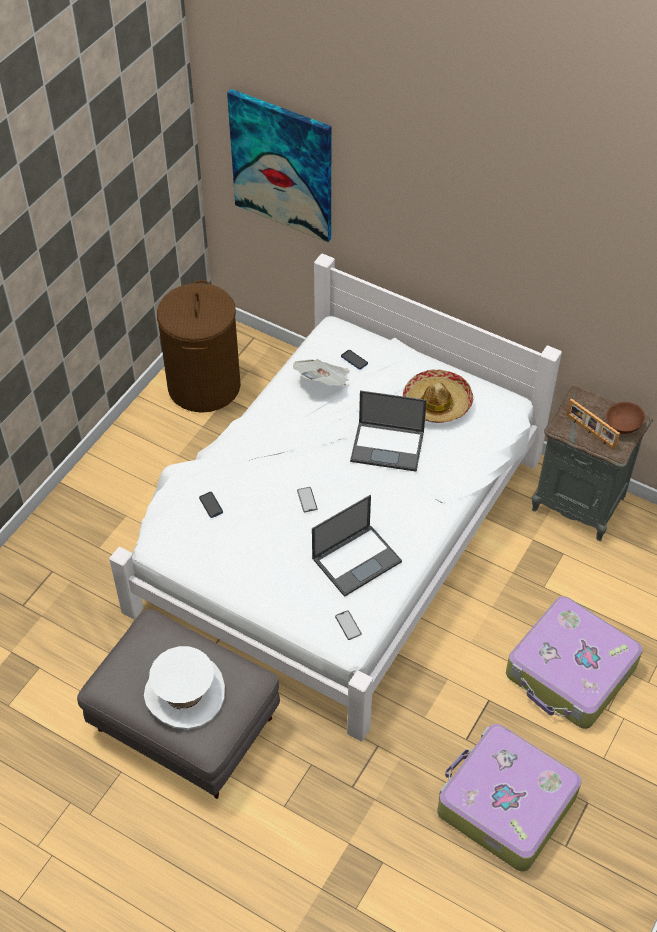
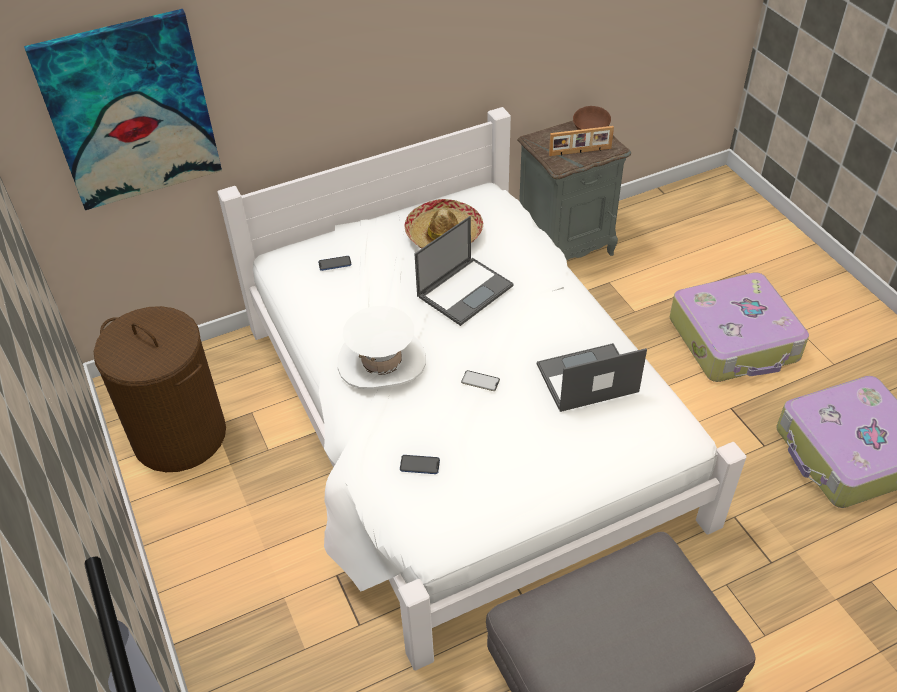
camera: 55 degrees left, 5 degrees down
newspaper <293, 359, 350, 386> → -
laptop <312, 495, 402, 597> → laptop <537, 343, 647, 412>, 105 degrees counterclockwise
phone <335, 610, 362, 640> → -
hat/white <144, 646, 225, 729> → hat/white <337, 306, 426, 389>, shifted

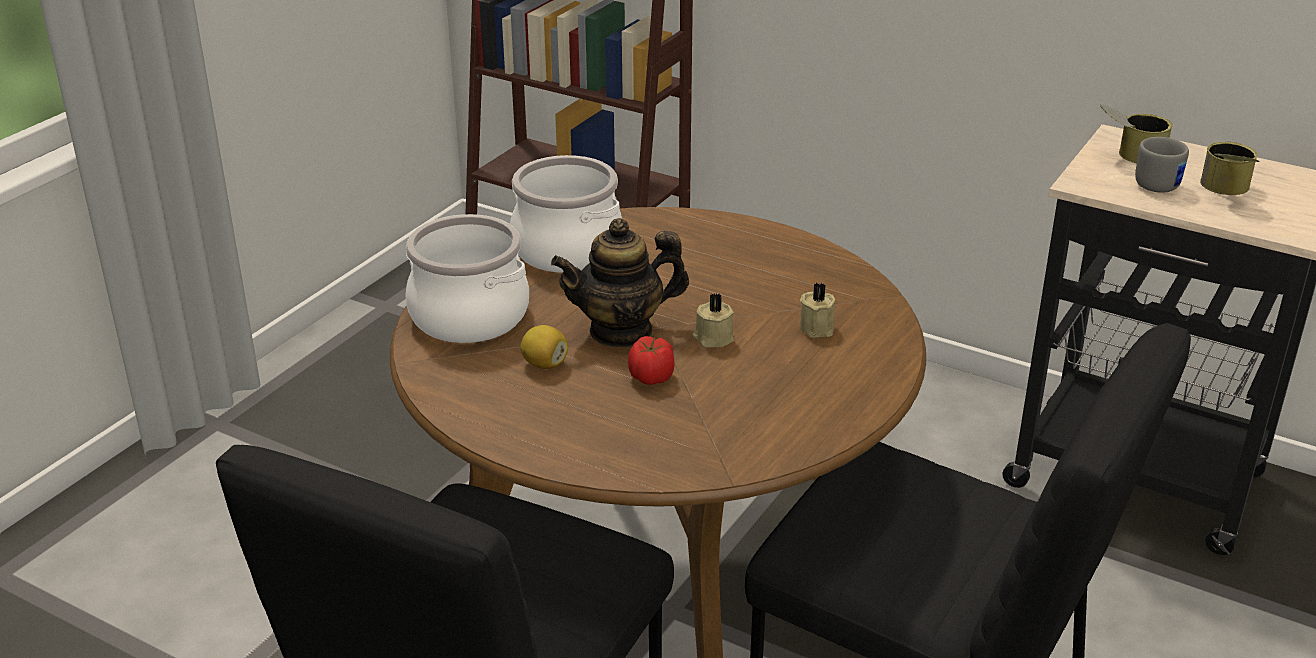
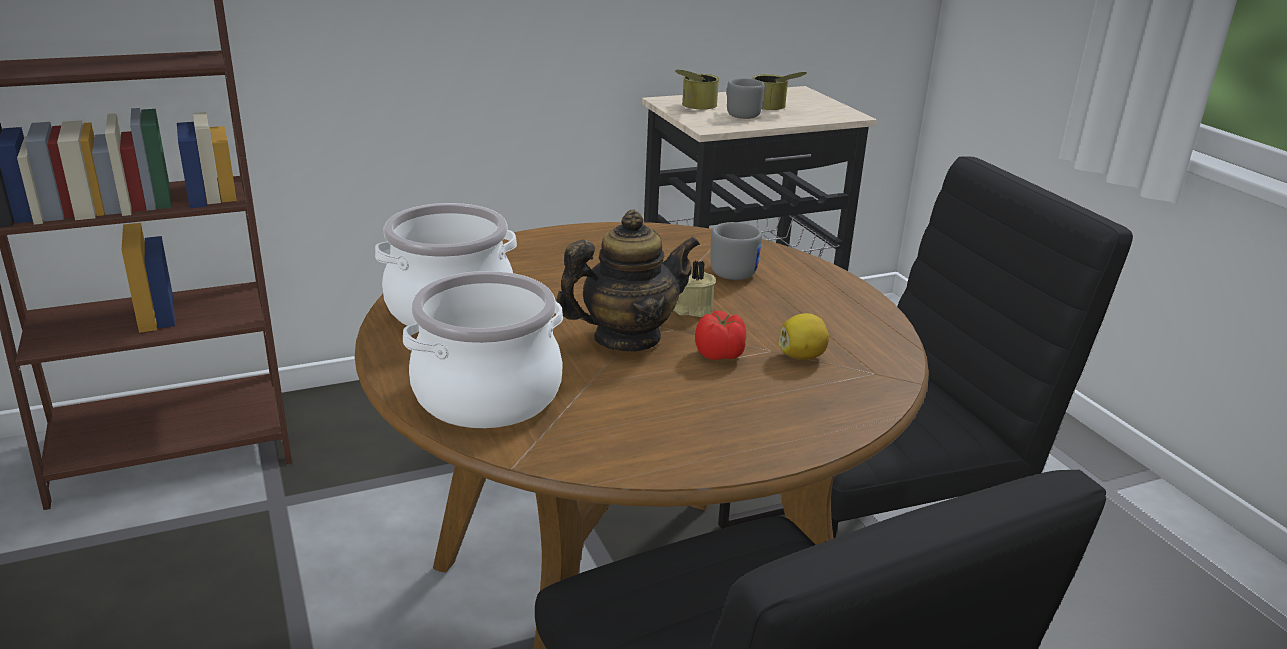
camera: 55 degrees left, 5 degrees down
teapot <551, 218, 689, 348> → teapot <556, 209, 700, 352>, 135 degrees counterclockwise
candle/beige <800, 283, 835, 338> → mug/grey <711, 222, 762, 280>
lemon <520, 325, 568, 369> → lemon <778, 313, 829, 360>, shifted

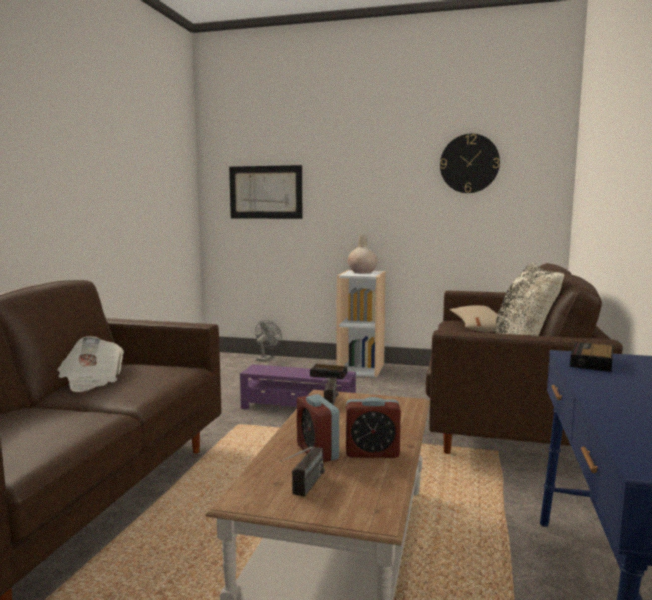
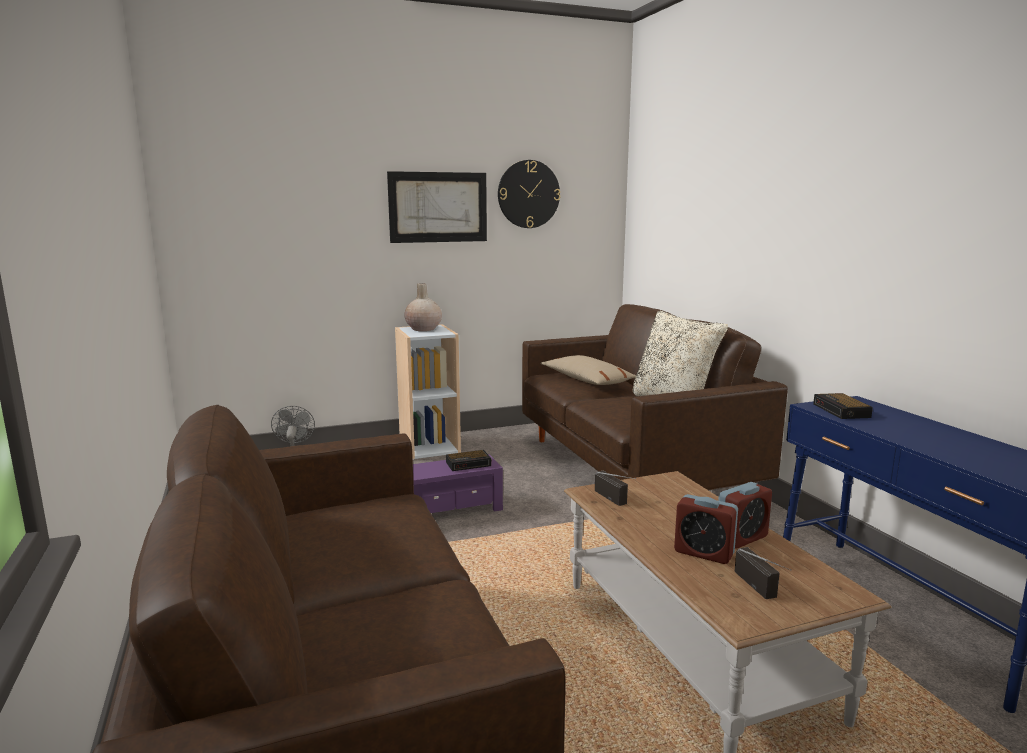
camera: 35 degrees left, 5 degrees up
picture <229, 165, 302, 219> → picture <387, 171, 487, 243>, shifted
newspaper <57, 336, 124, 392> → -

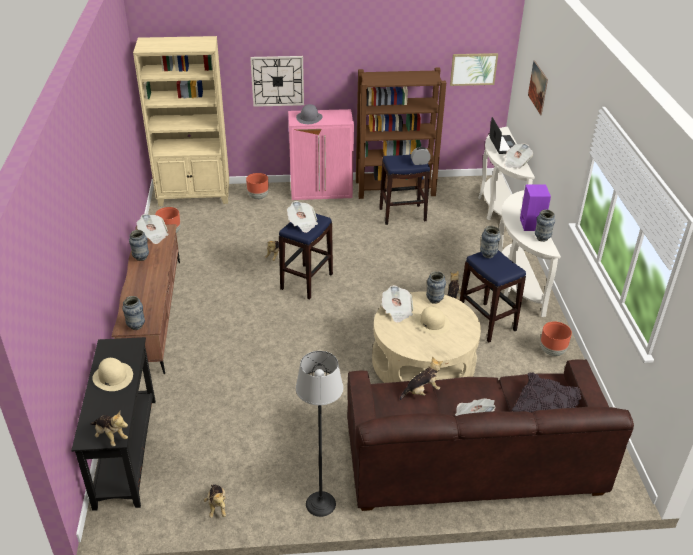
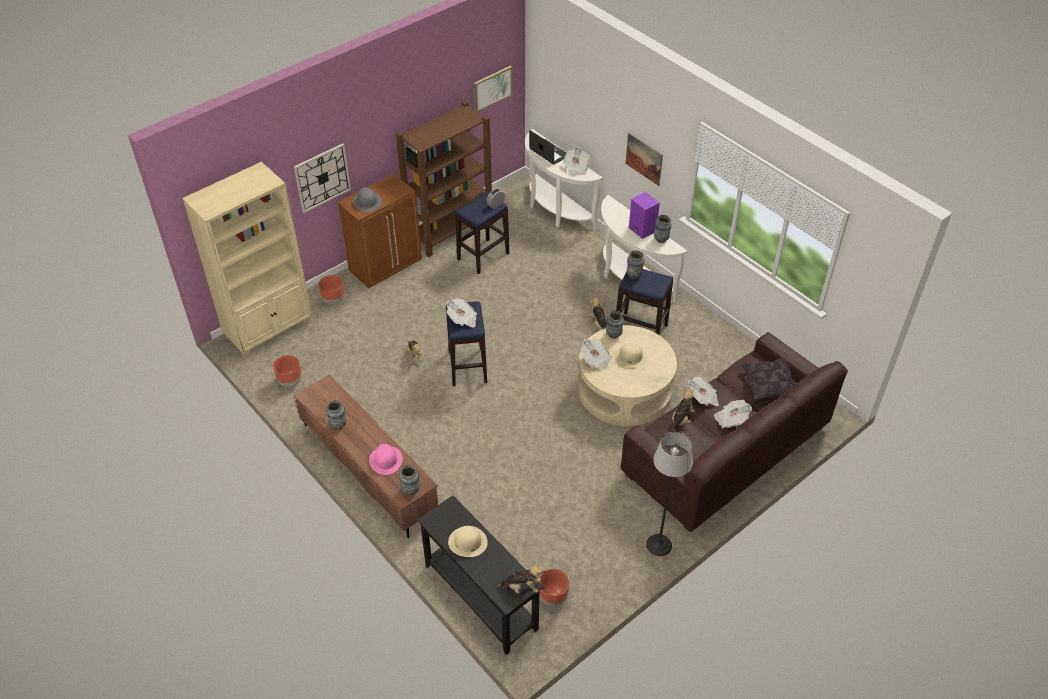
camera: 35 degrees left, 10 degrees up
picture <528, 60, 548, 115> → picture <626, 133, 663, 186>, shifted
cabinet/pink <288, 109, 354, 200> → cabinet/brown <338, 174, 422, 288>
newspaper <136, 214, 169, 244> → newspaper <688, 377, 719, 406>, shifted
planter/brown <541, 322, 572, 356> → planter/brown <539, 569, 569, 607>, shifted
plush toy <204, 485, 226, 518> → -
- → hat/pink <369, 444, 403, 475>

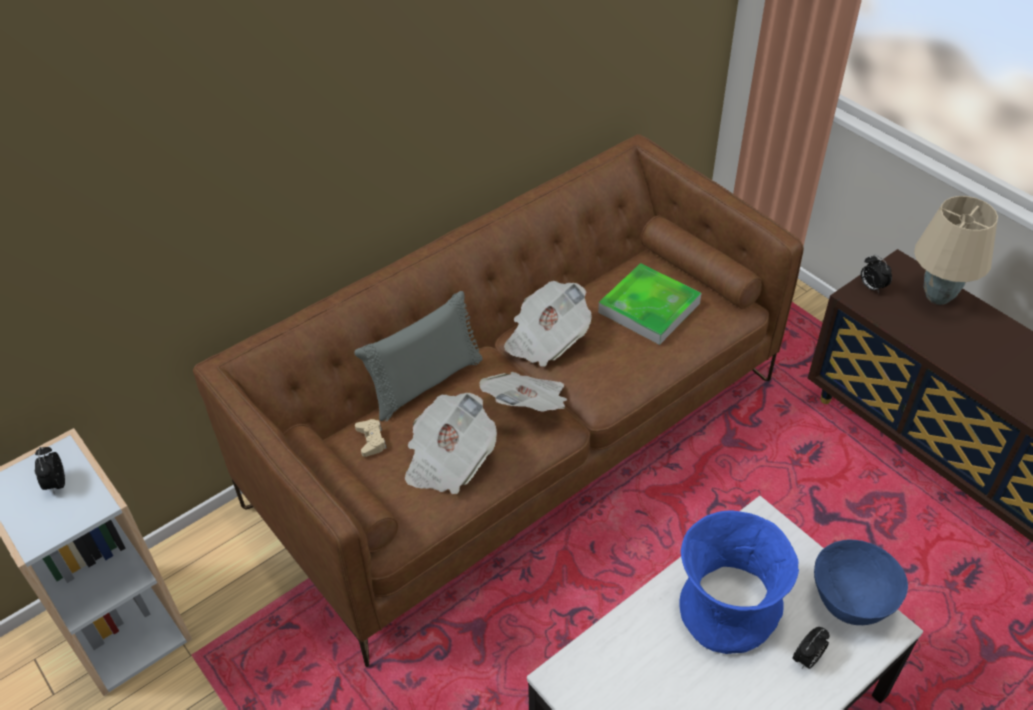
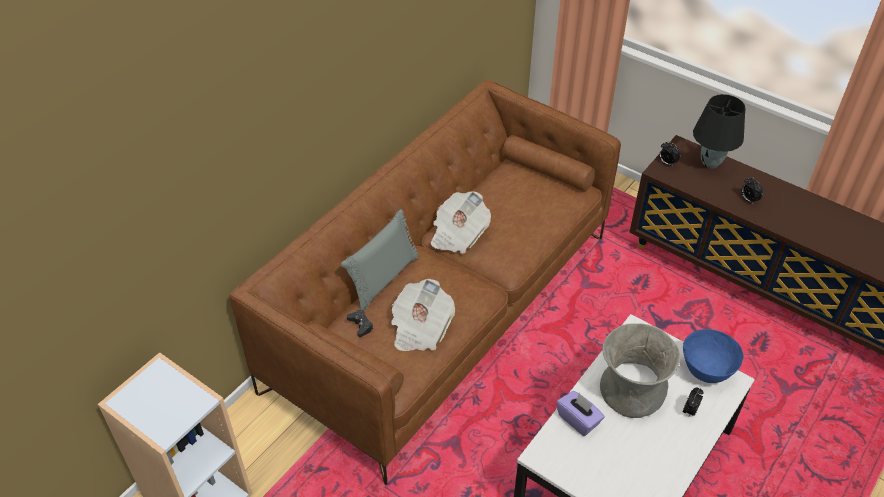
camera: 15 degrees left, 0 degrees up
table lamp/beige <914, 196, 998, 305> → table lamp/black <693, 94, 745, 168>
tray <598, 263, 702, 345> → -
newspaper <479, 372, 567, 412> → -
game controller/beige <355, 419, 387, 457> → game controller/black <347, 310, 374, 337>
alarm clock <35, 447, 65, 495> → alarm clock <741, 177, 763, 203>, shifted
vase/blue <679, 510, 799, 654> → vase/grey <600, 323, 680, 418>
- → tissue box/purple <556, 391, 605, 436>

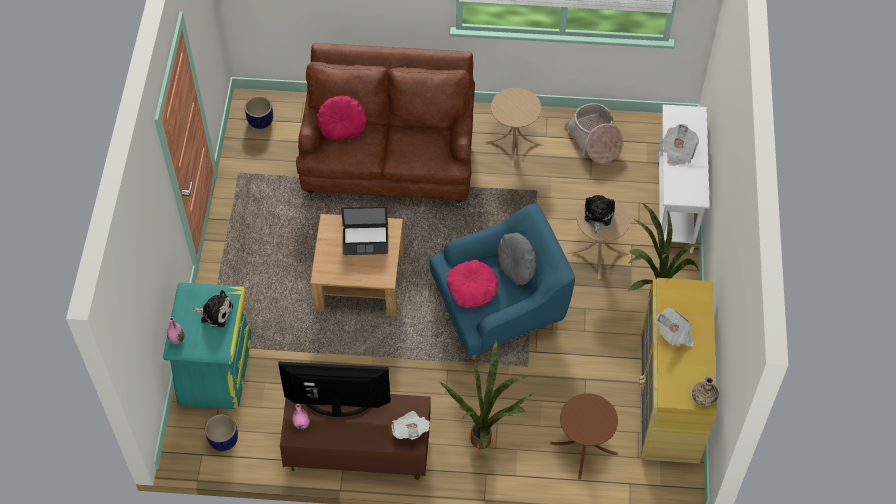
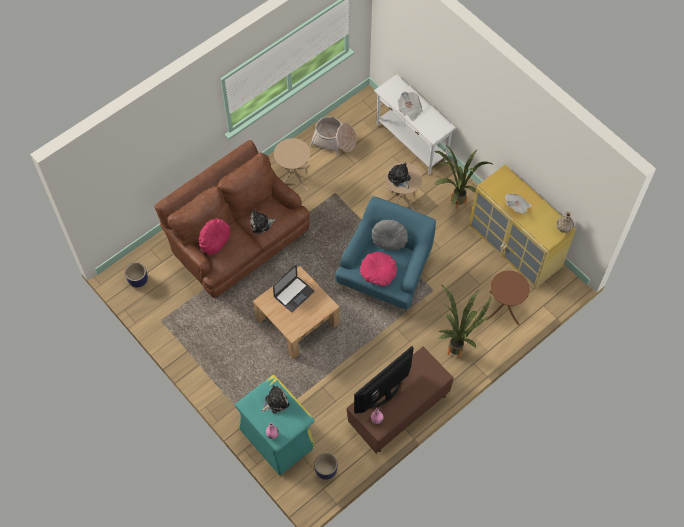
camera: 45 degrees left, 5 degrees up
newspaper <392, 411, 430, 440> → -
- → plush toy <250, 209, 276, 234>

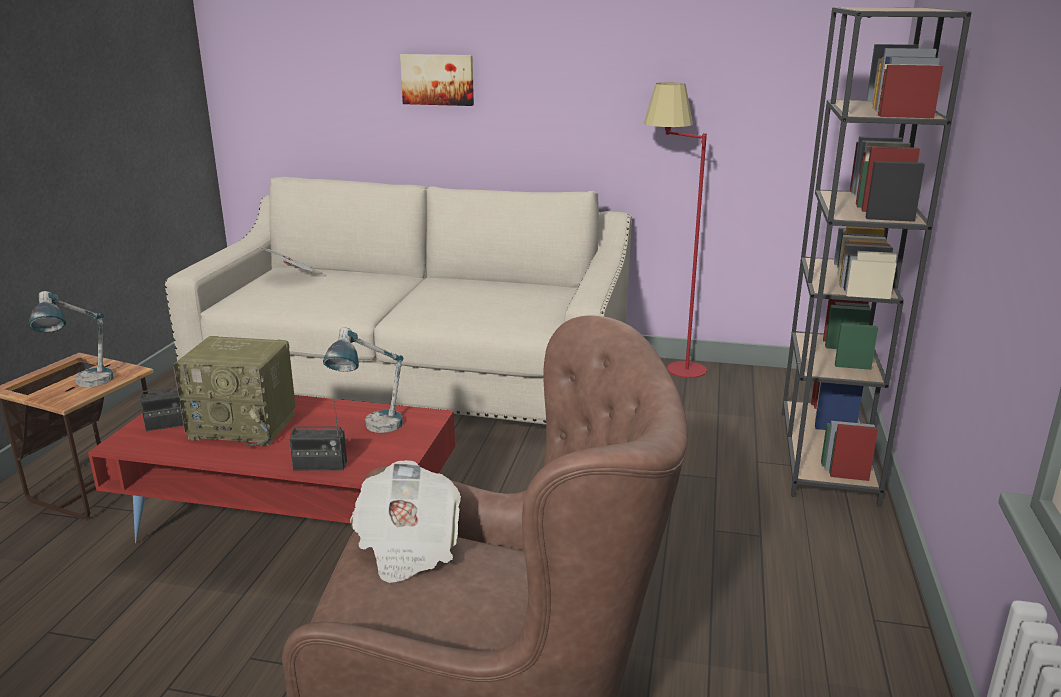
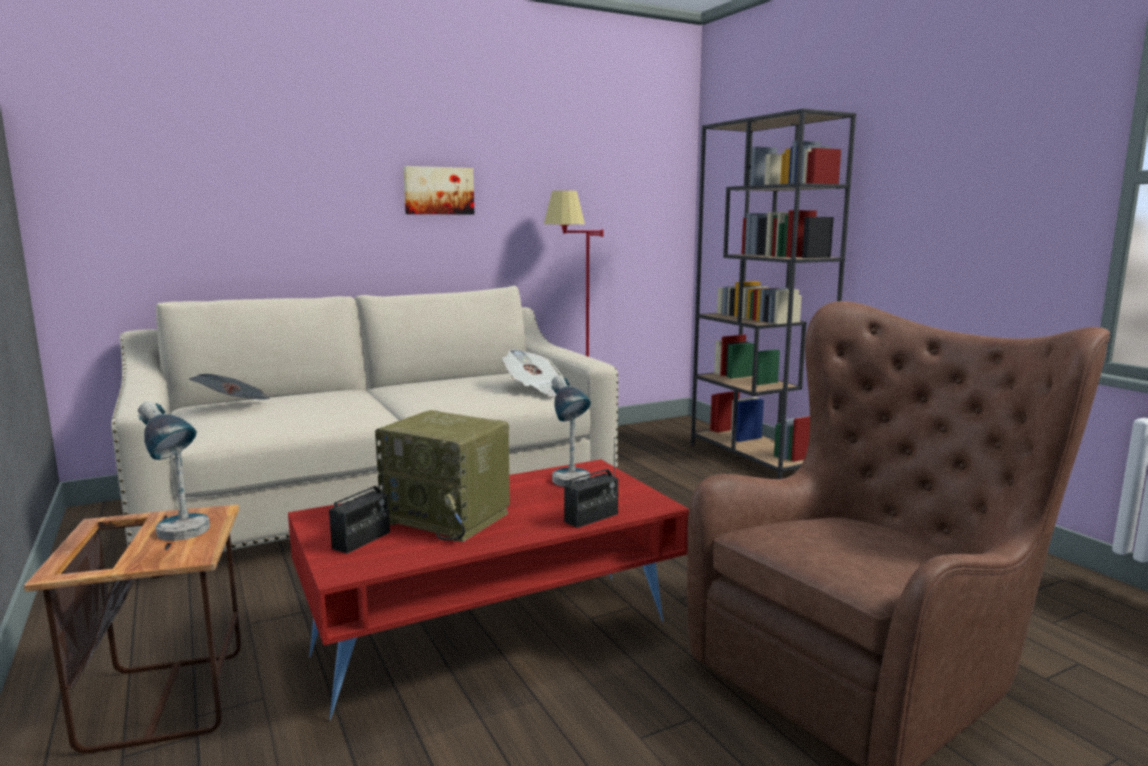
camera: 40 degrees left, 10 degrees down
picture <400, 54, 474, 106> → picture <403, 166, 474, 214>, shifted
radio <173, 336, 296, 447> → radio <375, 410, 510, 542>, 60 degrees clockwise
newspaper <350, 460, 461, 583> → newspaper <502, 349, 565, 396>, shifted

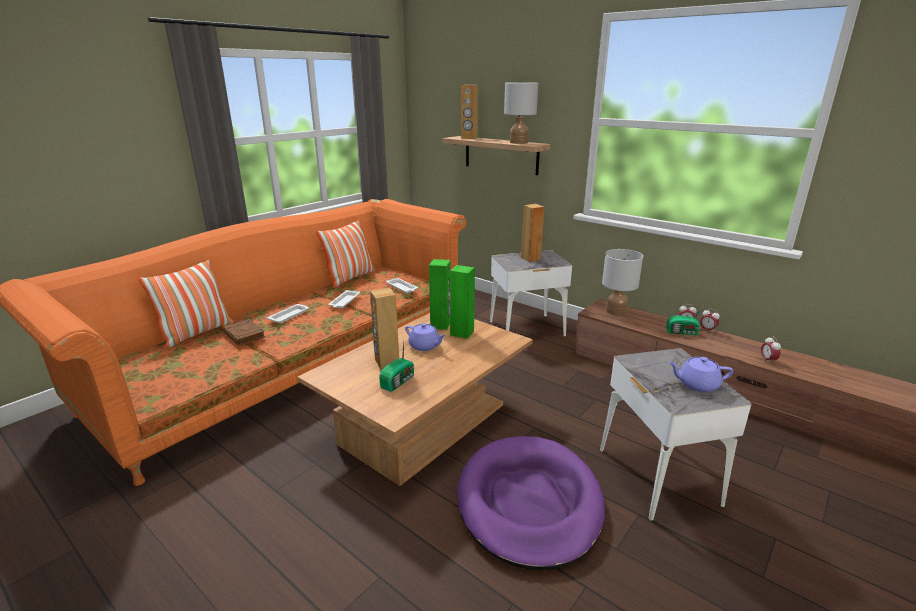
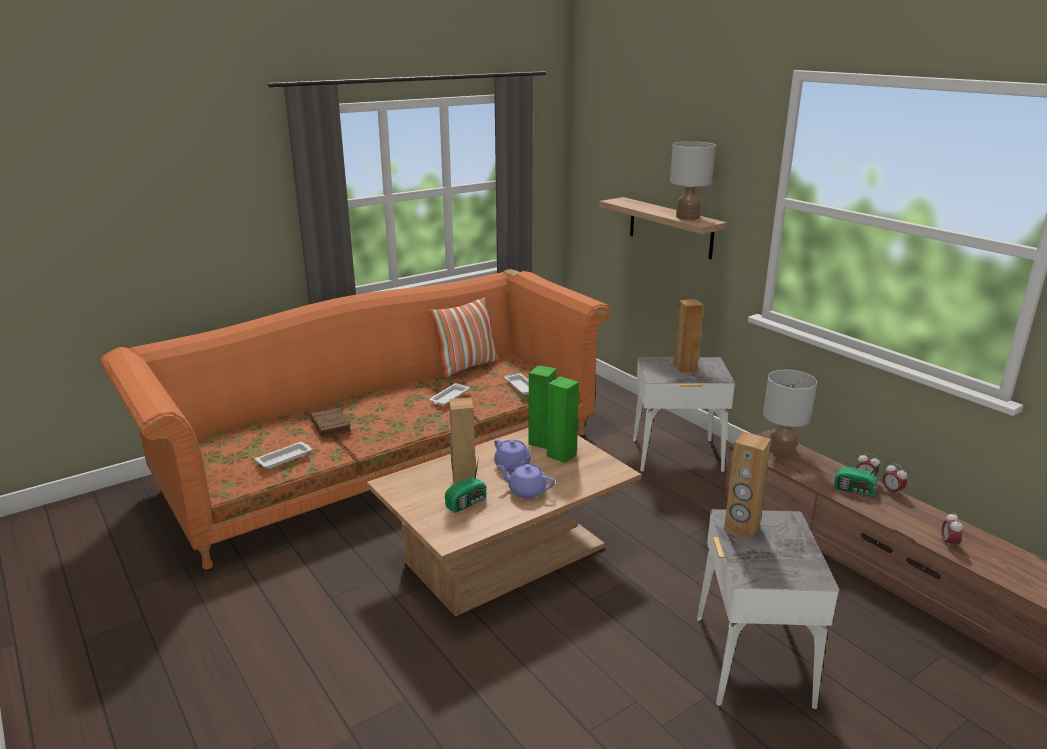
camera: 15 degrees right, 0 degrees up
speaker/brown <461, 85, 478, 139> → speaker/brown <724, 432, 771, 540>, shifted
pillow <138, 259, 233, 349> → -
tray/white <267, 304, 309, 323> → tray/white <254, 442, 312, 468>, shifted
teapot/purple <668, 357, 733, 392> → teapot/purple <497, 464, 555, 498>, shifted
dog bed/purple <457, 436, 605, 570> → -

